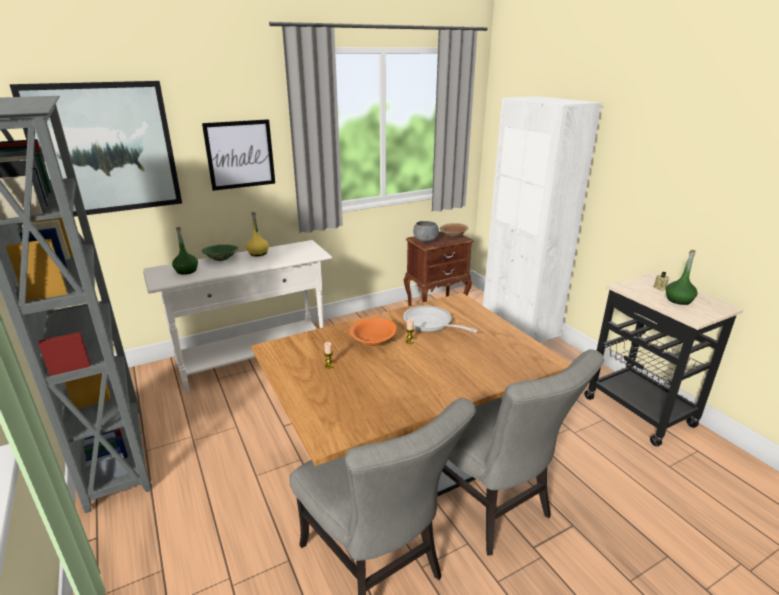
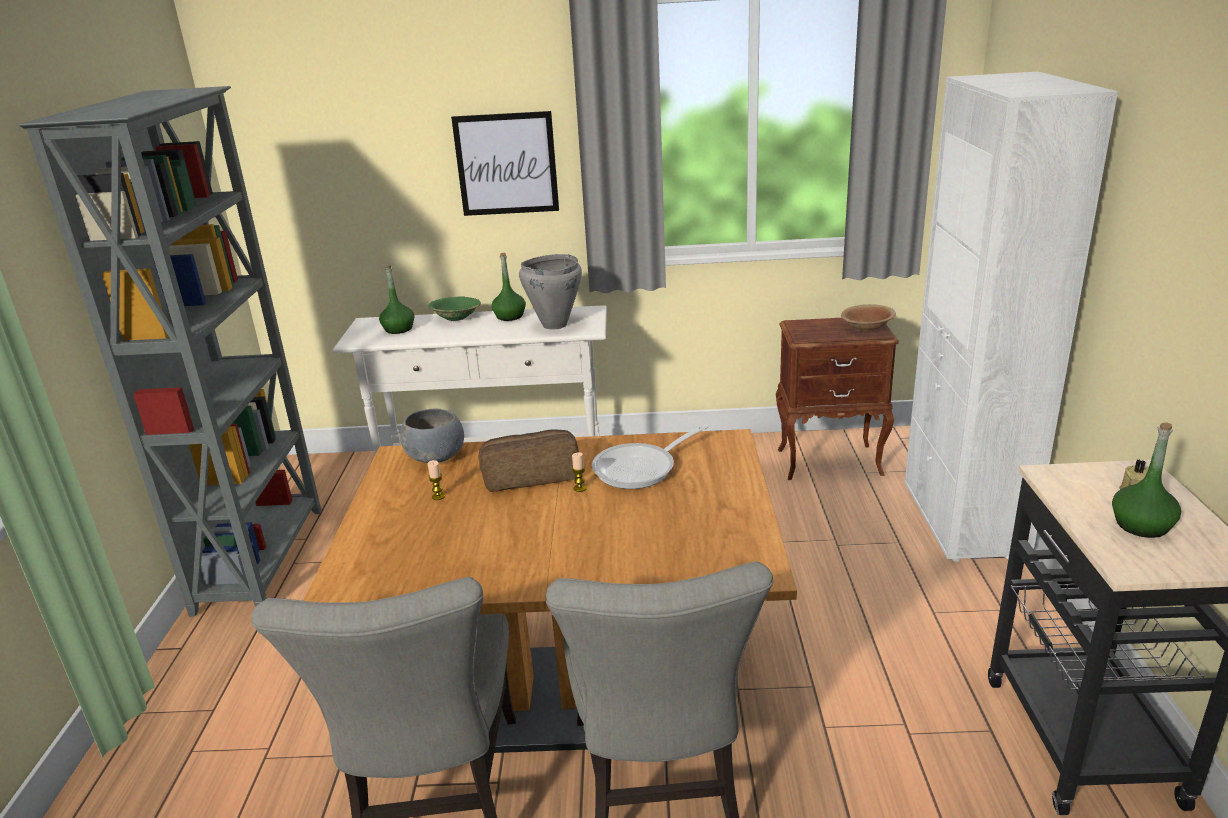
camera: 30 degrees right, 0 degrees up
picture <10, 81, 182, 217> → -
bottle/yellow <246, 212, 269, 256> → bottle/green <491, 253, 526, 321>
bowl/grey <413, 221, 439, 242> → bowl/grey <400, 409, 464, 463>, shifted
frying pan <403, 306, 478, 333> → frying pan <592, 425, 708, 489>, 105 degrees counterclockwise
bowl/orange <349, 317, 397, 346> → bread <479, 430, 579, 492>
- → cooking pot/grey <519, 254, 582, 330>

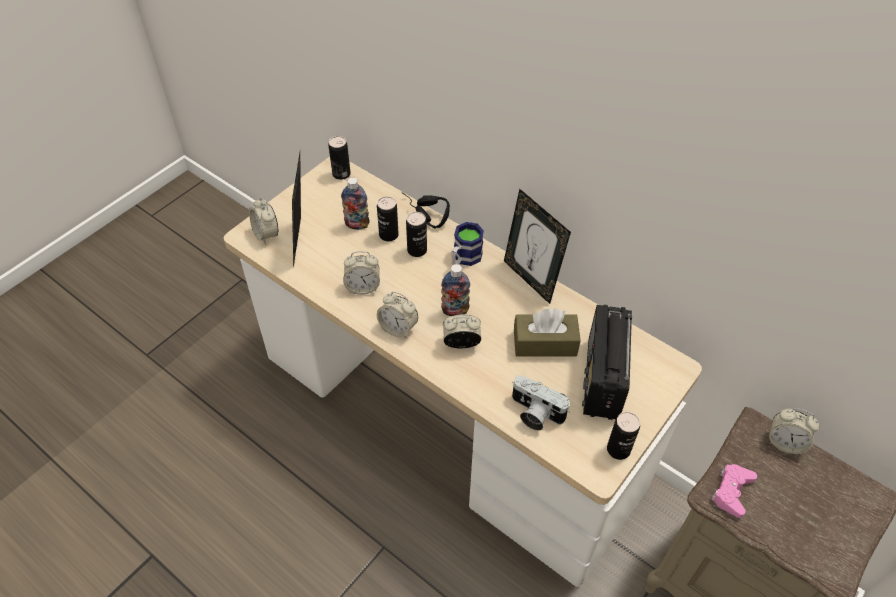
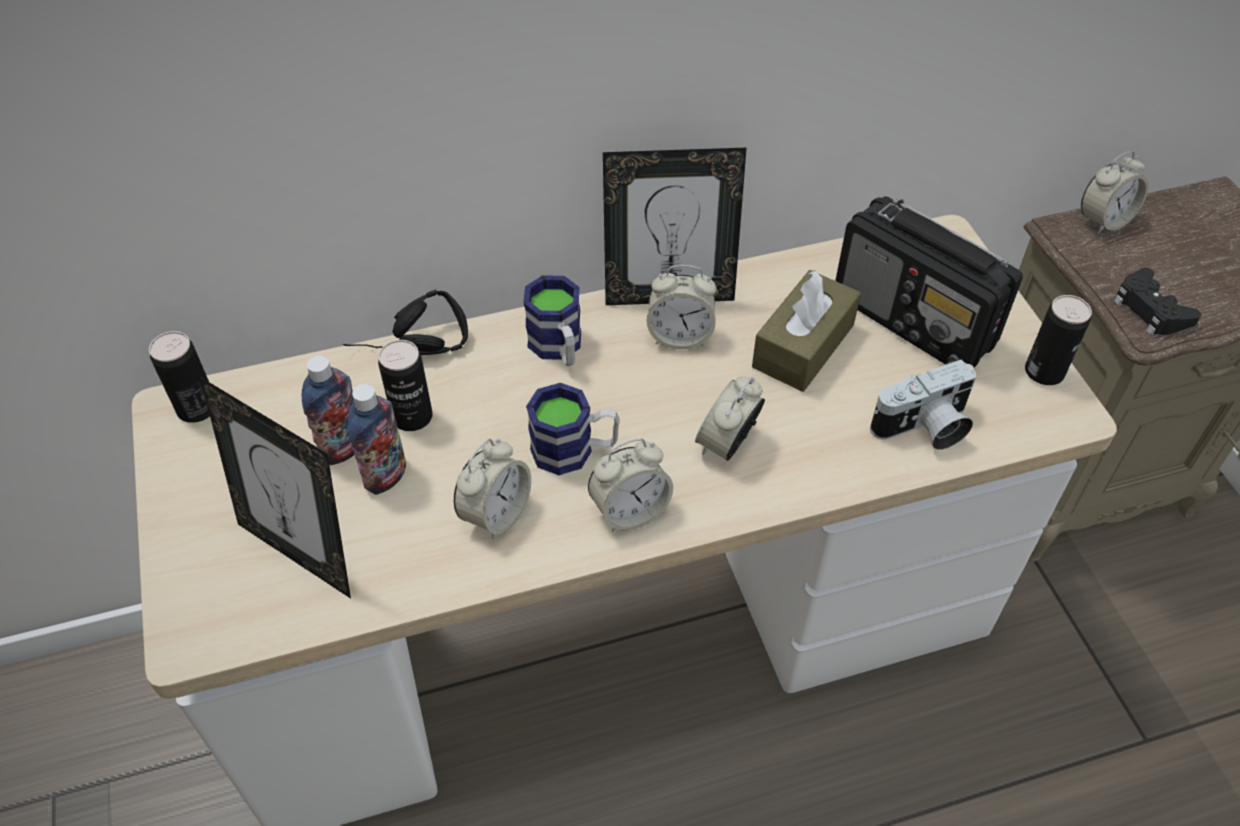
camera: 55 degrees left, 0 degrees up
alarm clock <249, 197, 278, 243> → alarm clock <647, 265, 717, 349>, shifted
can <406, 212, 427, 257> → -
bottle <441, 264, 470, 316> → bottle <347, 384, 406, 495>, shifted
game controller/pink <711, 464, 757, 518> → game controller/black <1114, 268, 1201, 335>
- → mug <526, 383, 620, 475>

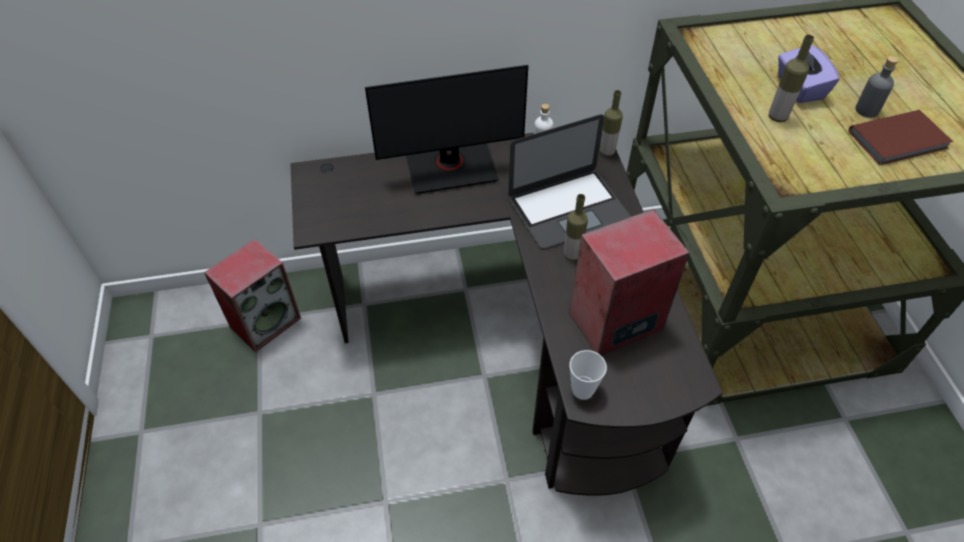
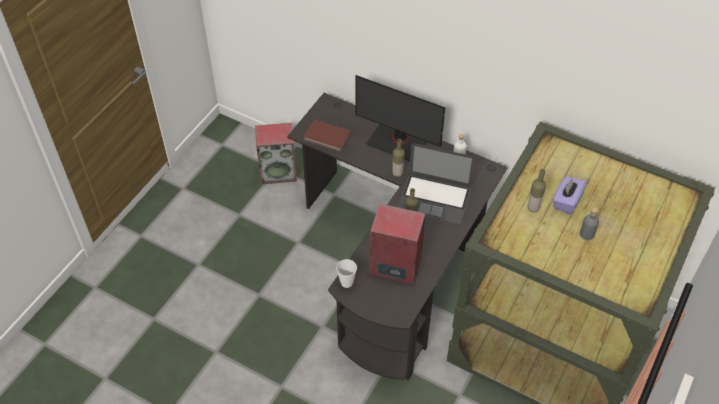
camera: 40 degrees right, 0 degrees up
bottle <600, 90, 623, 157> → bottle <392, 139, 405, 177>, shifted
book/brown <849, 110, 953, 165> → book/brown <303, 120, 351, 152>, shifted

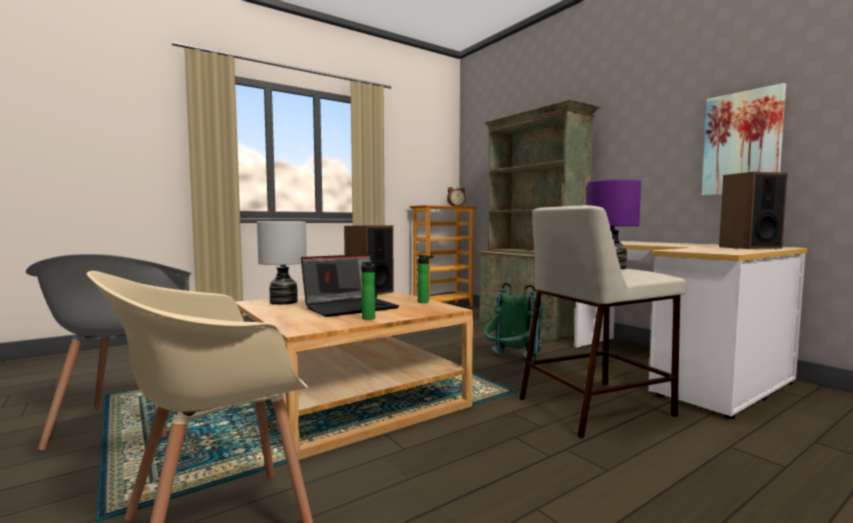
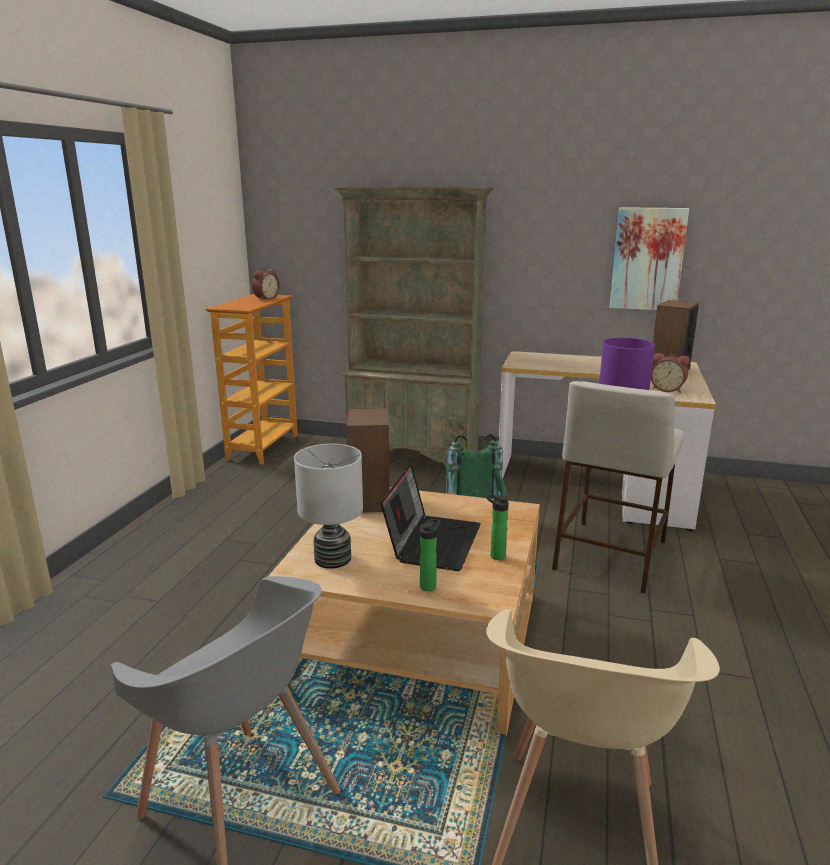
camera: 40 degrees left, 15 degrees up
bottle <417, 255, 433, 303> → bottle <420, 518, 441, 591>, shifted
- → alarm clock <651, 353, 690, 393>

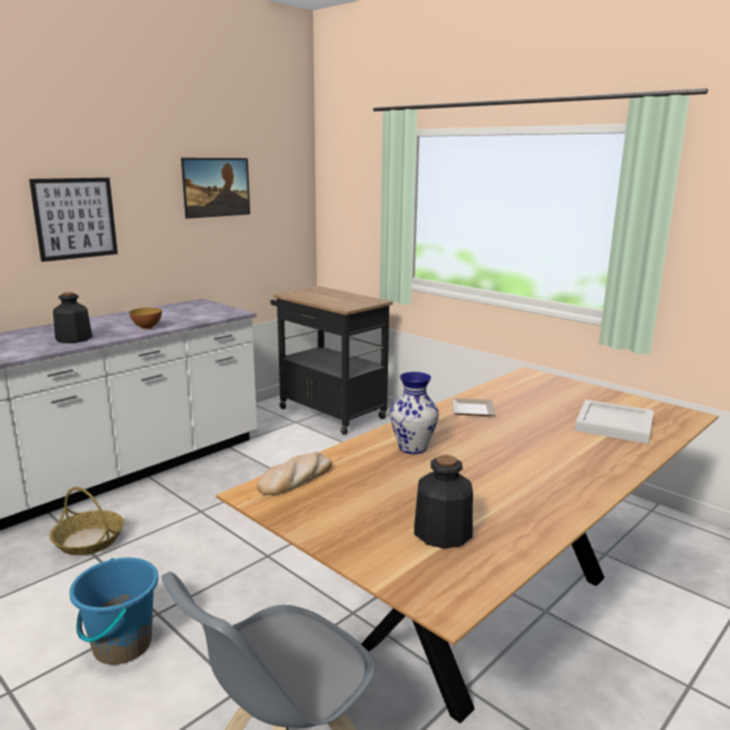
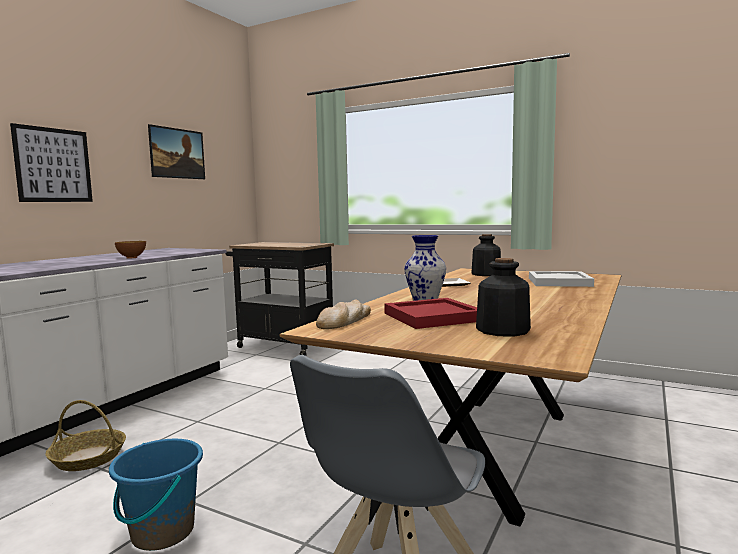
camera: 15 degrees left, 10 degrees down
bottle <53, 292, 92, 343> → bottle <471, 234, 501, 276>, shifted
- → tray/red <384, 298, 477, 329>

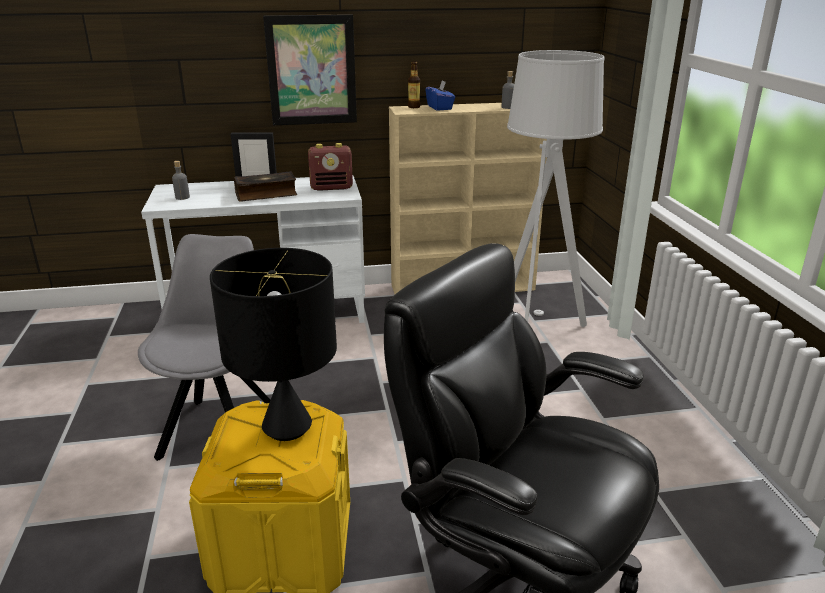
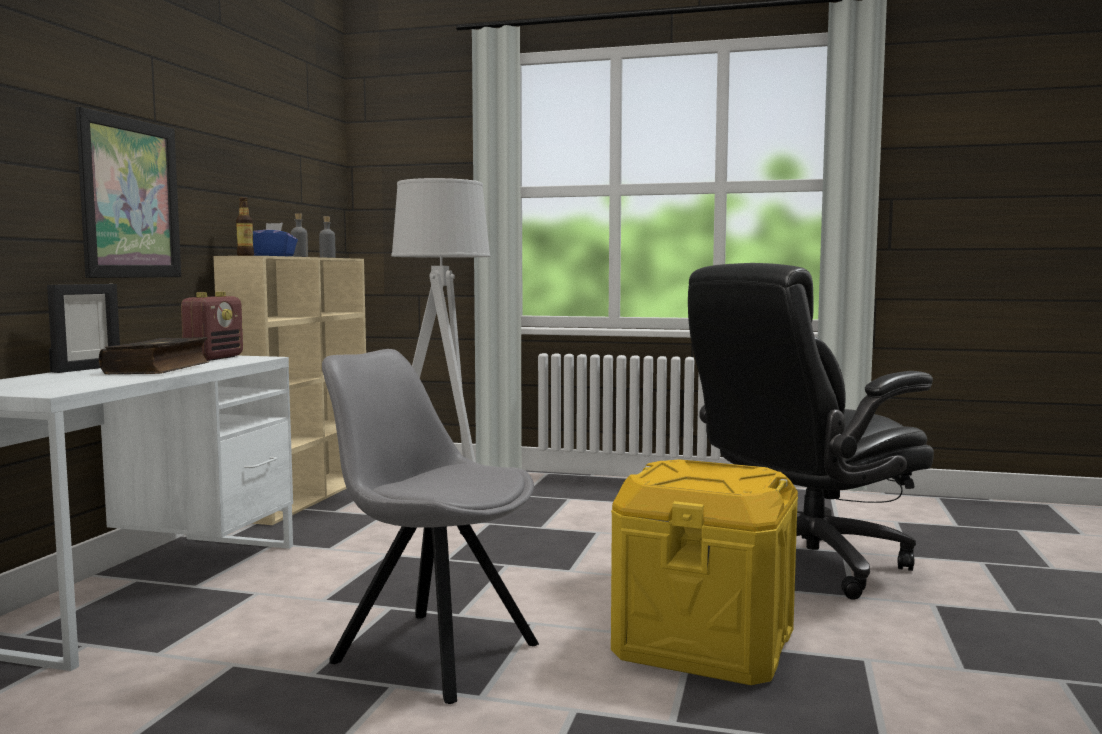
camera: 65 degrees left, 20 degrees down
bottle/grey <172, 161, 190, 200> → bottle/grey <291, 213, 308, 257>, shifted
table lamp/black <210, 248, 337, 441> → -

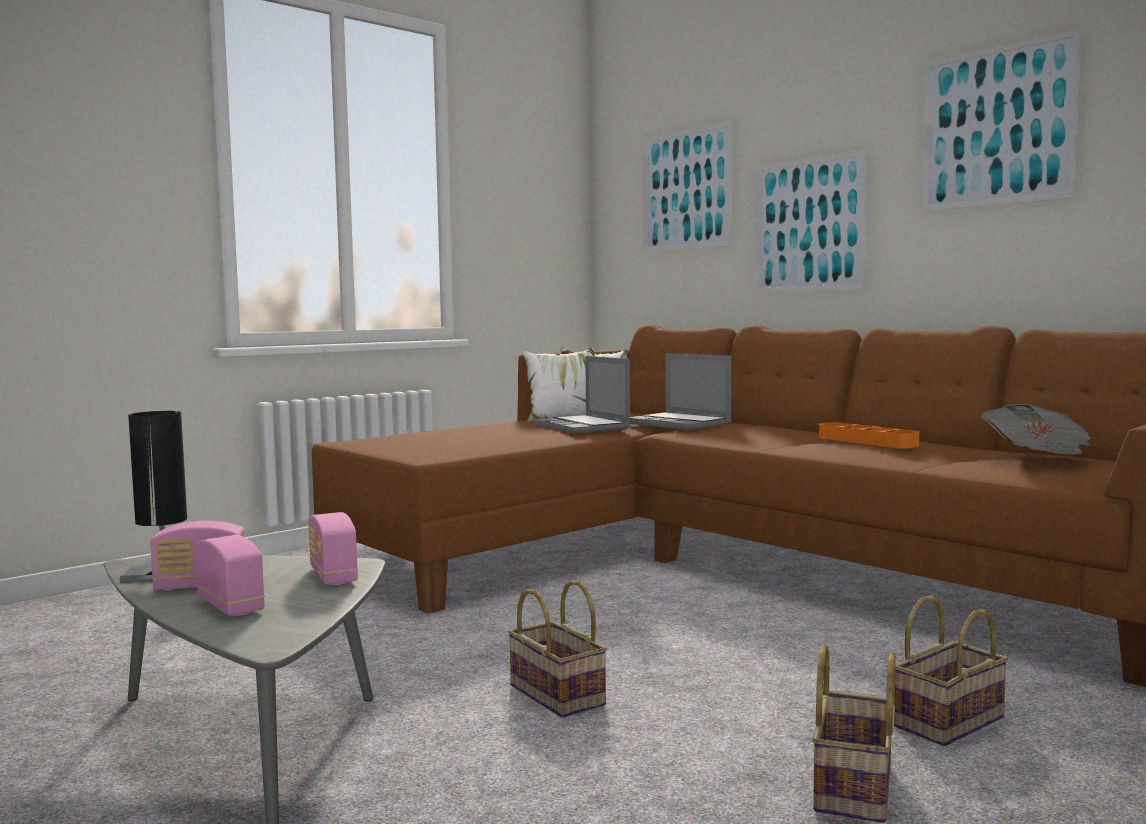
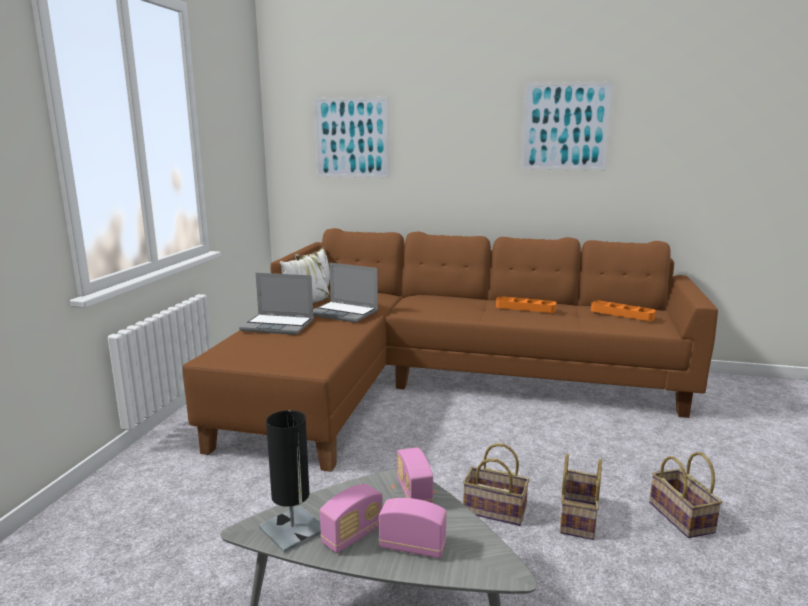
camera: 35 degrees left, 10 degrees up
picture <754, 150, 868, 293> → -
laptop <630, 353, 732, 430> → laptop <239, 273, 314, 335>, shifted
newspaper <981, 404, 1091, 455> → tray/orange <591, 300, 656, 321>
radio <309, 512, 358, 585> → radio <397, 447, 433, 503>, 45 degrees clockwise
basket <894, 596, 1008, 746> → basket <560, 453, 602, 540>, shifted

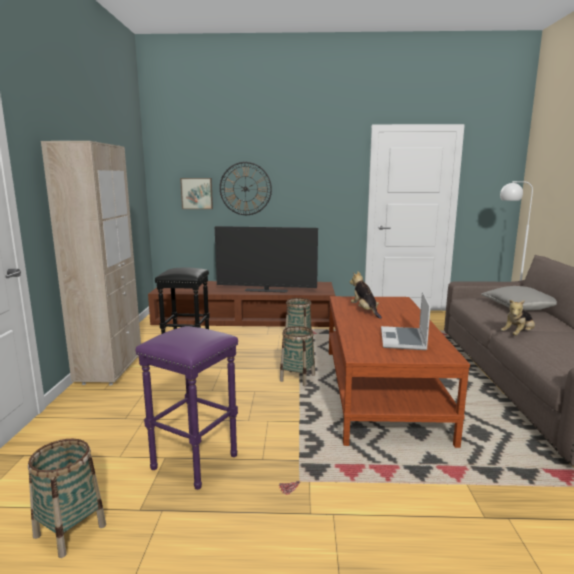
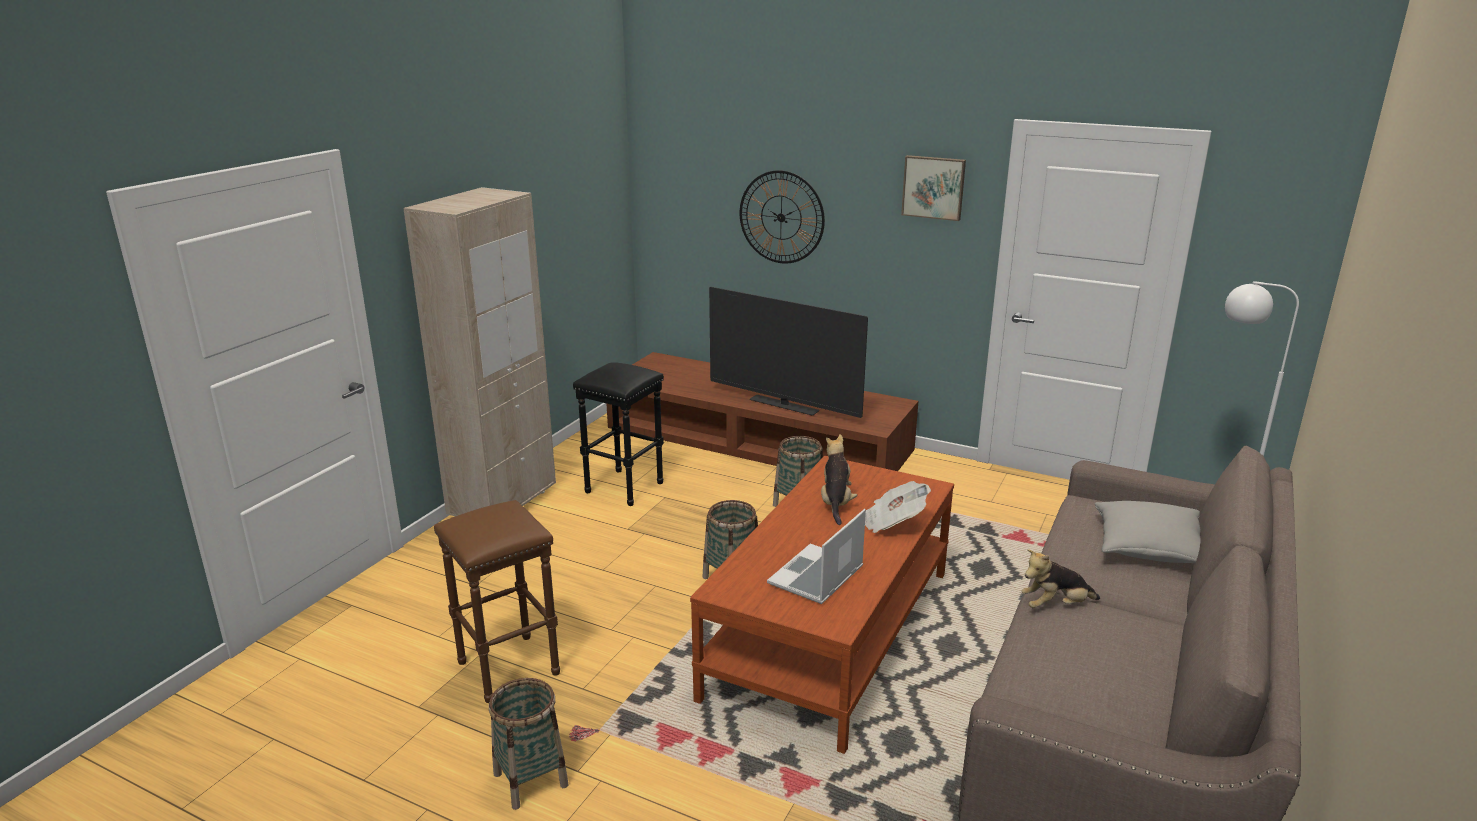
camera: 25 degrees right, 10 degrees up
picture <180, 178, 213, 209> → picture <901, 155, 966, 221>, shifted
stool/purple <135, 326, 238, 490> → stool/brown <434, 500, 560, 703>
basket <28, 439, 106, 558> → basket <489, 678, 568, 810>, shifted
- → newspaper <865, 481, 931, 533>

